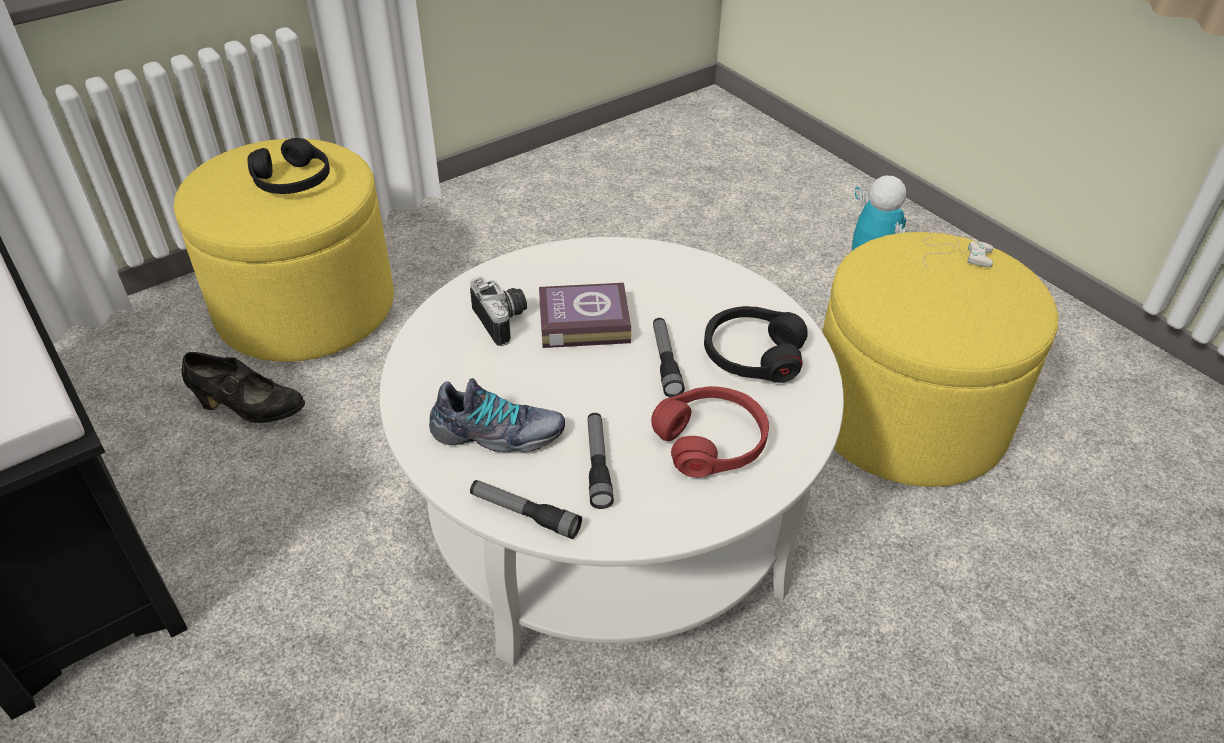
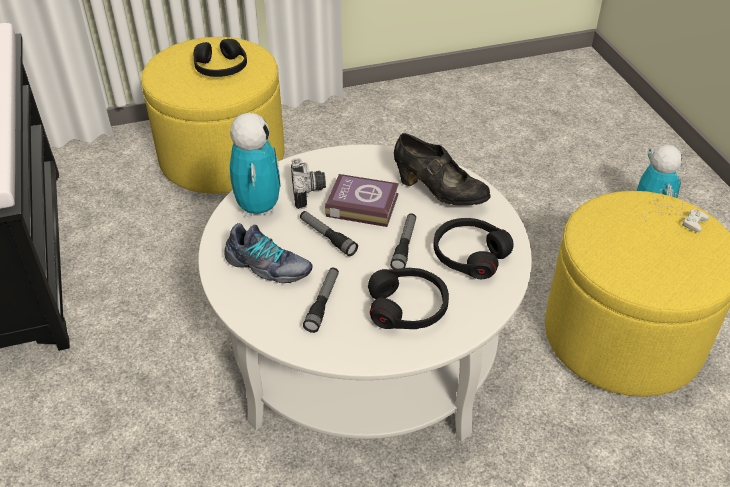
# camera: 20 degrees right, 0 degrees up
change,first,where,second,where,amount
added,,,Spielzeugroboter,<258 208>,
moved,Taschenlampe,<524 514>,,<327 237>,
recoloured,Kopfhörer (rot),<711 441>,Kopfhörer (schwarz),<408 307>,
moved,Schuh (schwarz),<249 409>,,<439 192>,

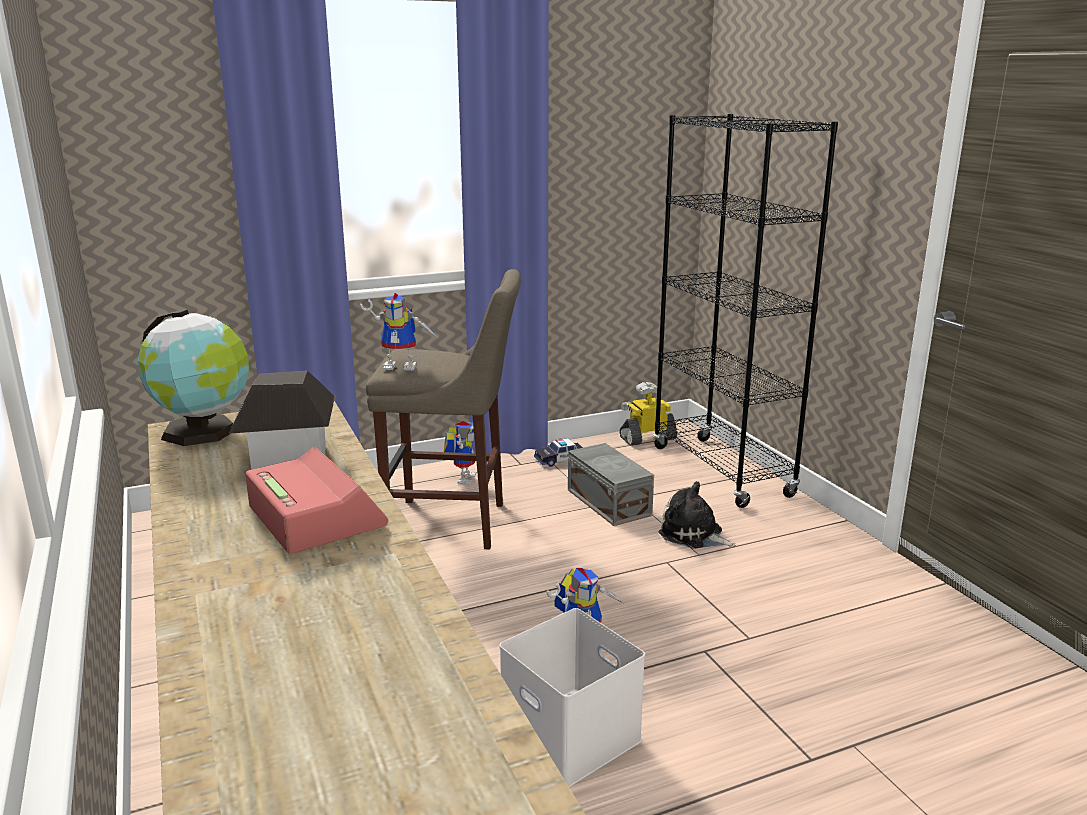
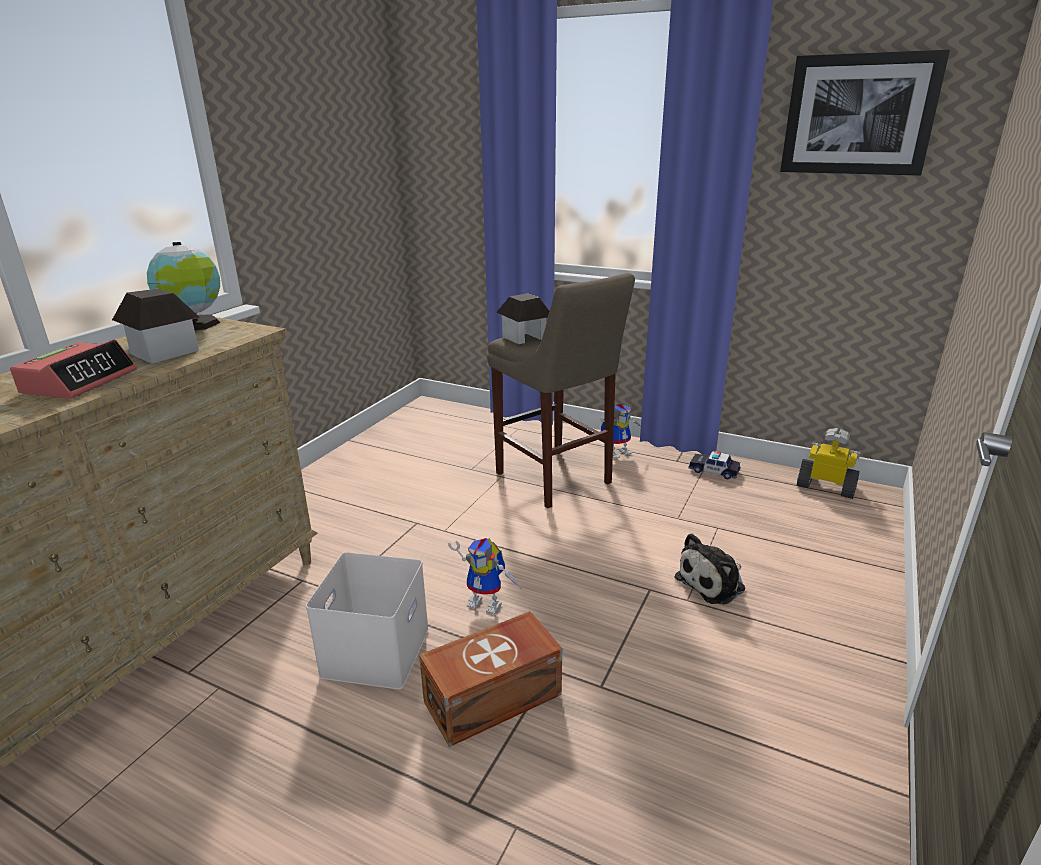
# camera: 50 degrees right, 5 degrees up
change,first,where,second,where,amount
added,,,Aufbewahrungsbox (braun),<495 698>,
replaced,Spielzeugroboter,<403 366>,Spielzeughaus,<524 337>,
turned,Plüschtier,<693 535>,,<713 583>,120 degrees counterclockwise
added,,,Bild,<858 115>,
removed,Aufbewahrungsbox (grau),<609 501>,,,
removed,Bücherregal (schwarz),<721 471>,,,

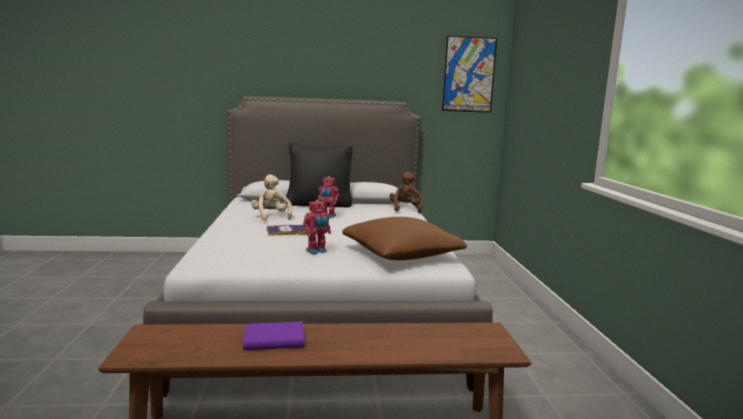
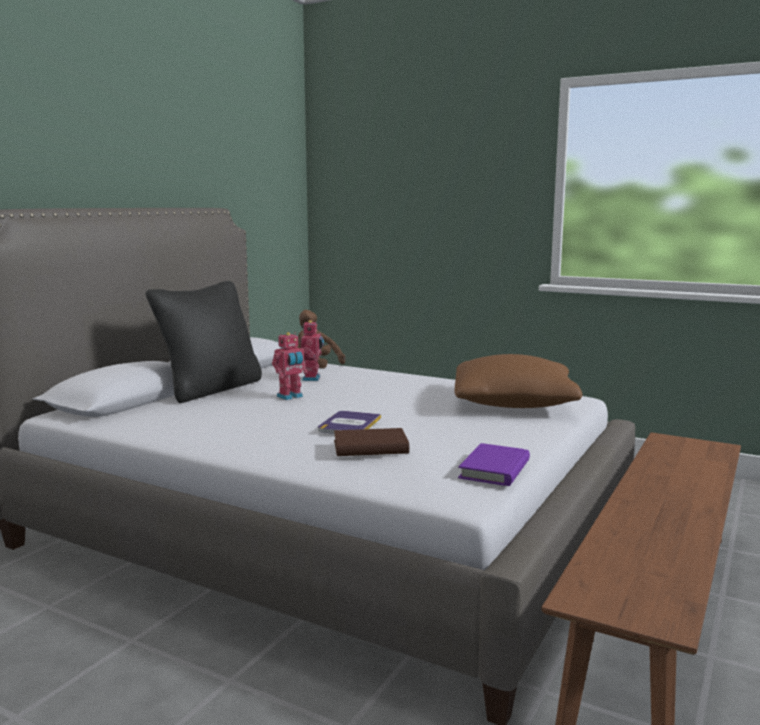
# camera: 55 degrees left, 0 degrees up
change,first,where,second,where,amount
moved,Spielzeugroboter,<317 251>,,<312 378>,
added,,,Buch (braun),<370 447>,
moved,Buch (lila),<274 340>,,<495 469>,
removed,Plüschtier (beige),<271 217>,,,
removed,Bild,<469 74>,,,

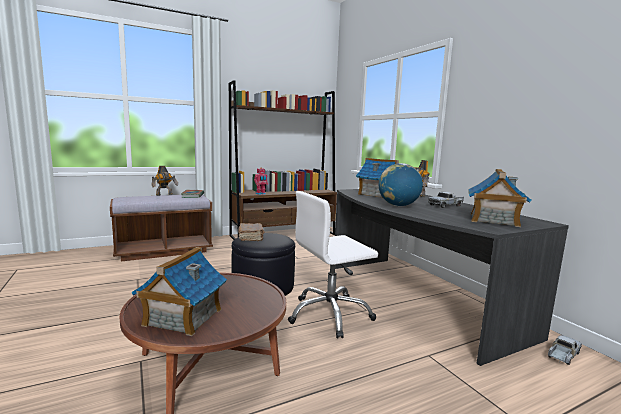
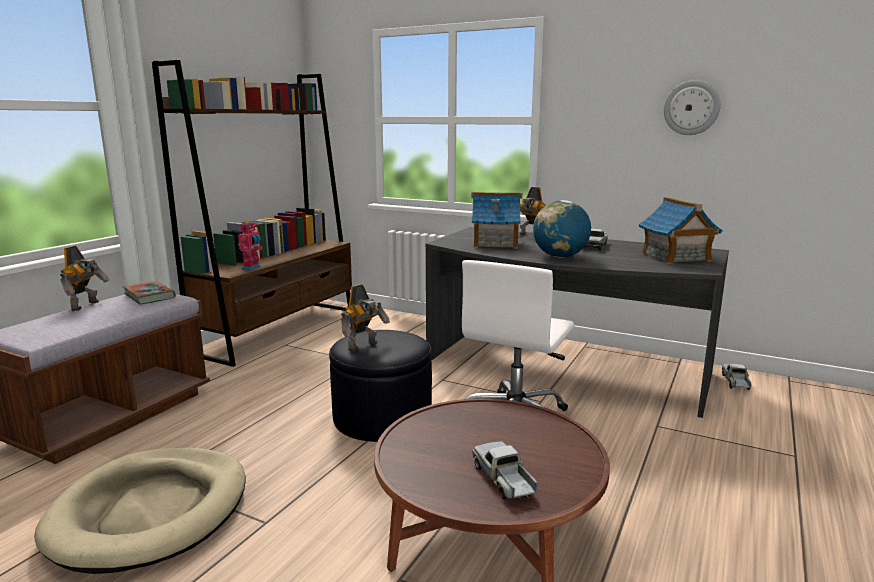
# camera: 35 degrees left, 5 degrees up
change,first,where,second,where,amount
added,,,Hundebett (beige),<151 512>,
replaced,Buch (braun),<251 238>,Spielzeugroboter,<364 346>,
replaced,Spielzeughaus,<182 317>,Spielzeuglaster,<504 480>,
added,,,Wanduhr,<691 108>,

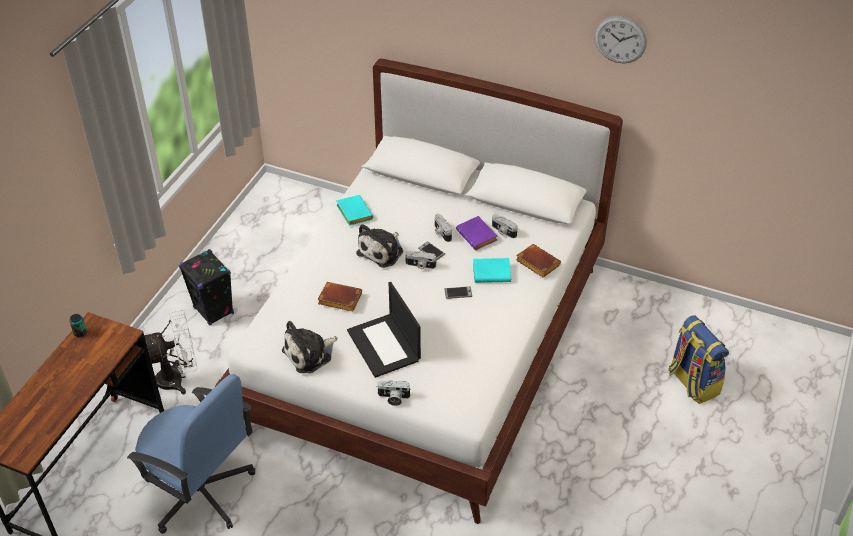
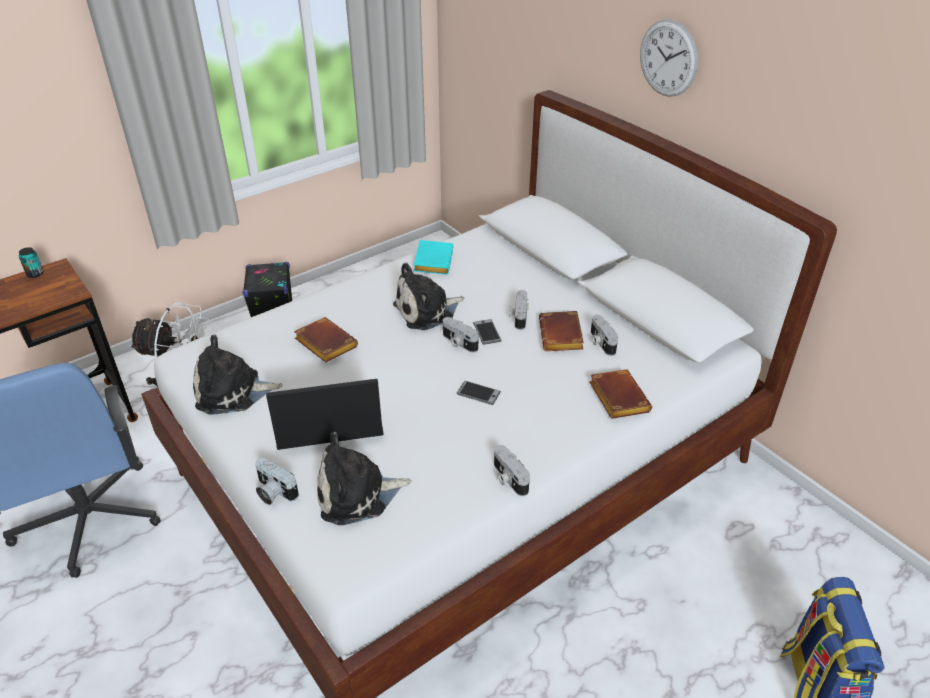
# camera: 30 degrees right, 5 degrees down
change,first,where,second,where,amount
turned,Laptop,<384 346>,,<327 420>,75 degrees clockwise
added,,,Plüschtier,<357 494>,
added,,,Kamera,<508 478>,
recoloured,Buch (lila),<478 236>,Buch (braun),<562 336>,
moved,Wanduhr,<620 39>,,<668 58>,
removed,Buch (türkis),<492 272>,,,

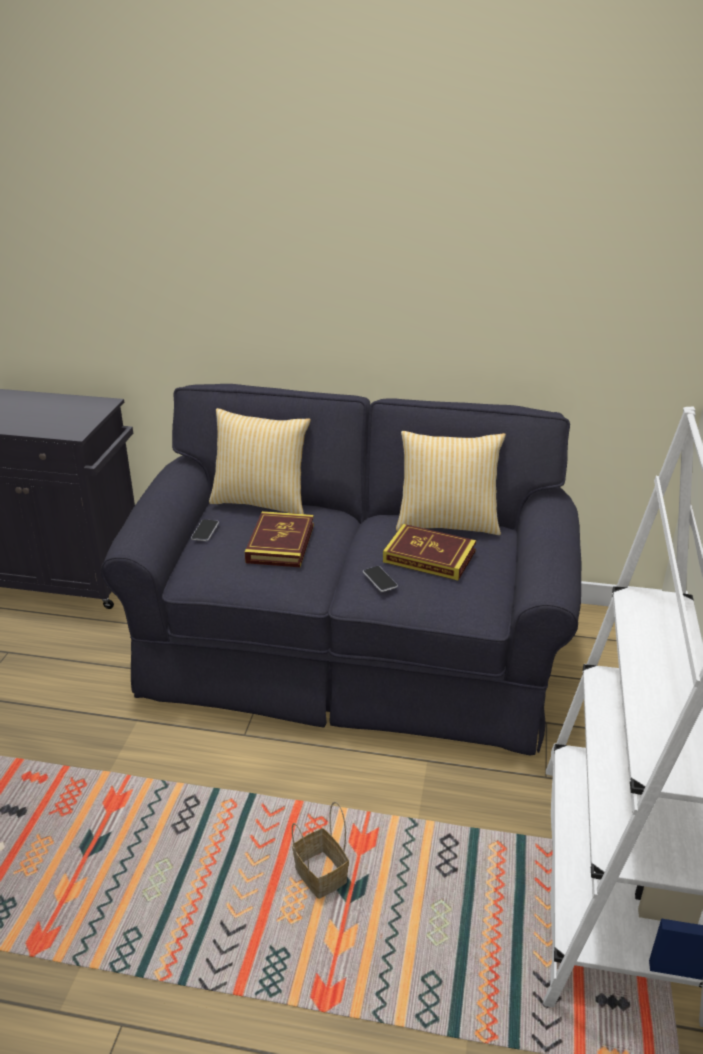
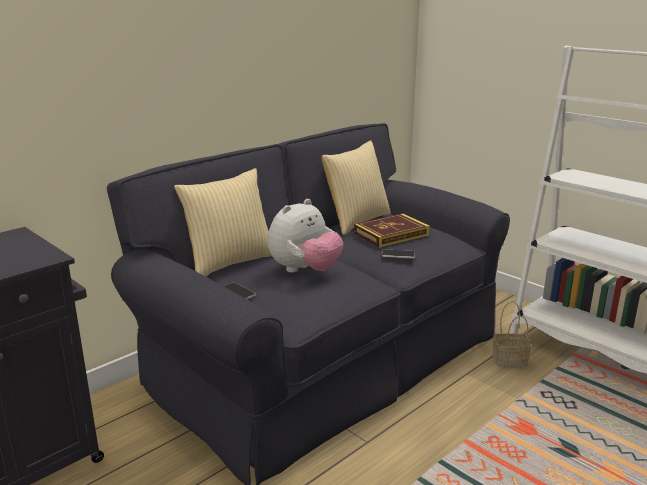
# camera: 55 degrees left, 10 degrees down
change,first,where,second,where,amount
replaced,Buch,<280 543>,Plüschtier,<305 270>,
moved,Korb,<319 875>,,<508 361>,

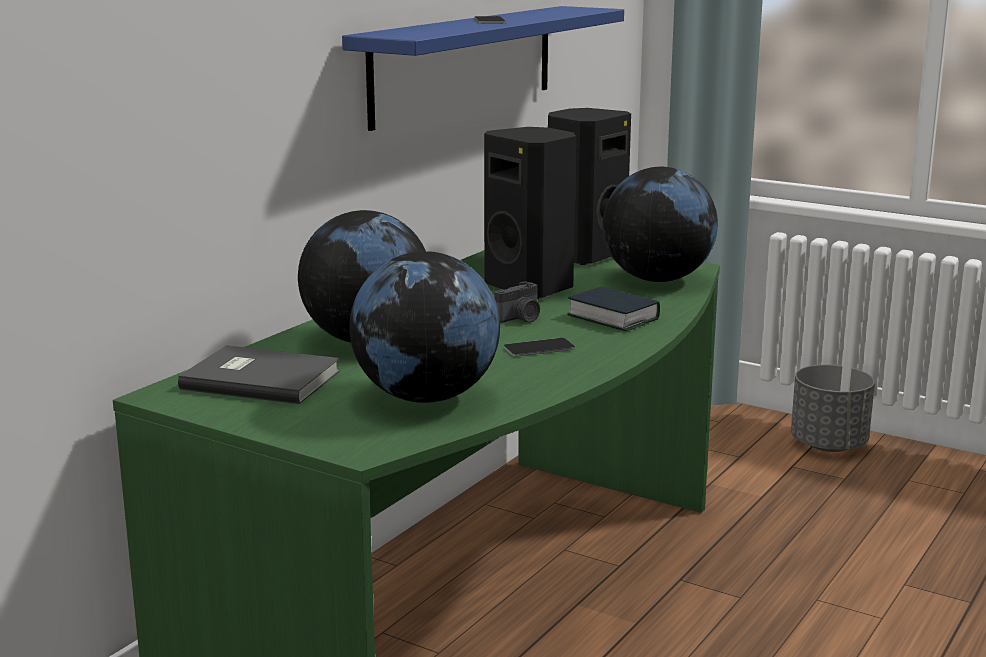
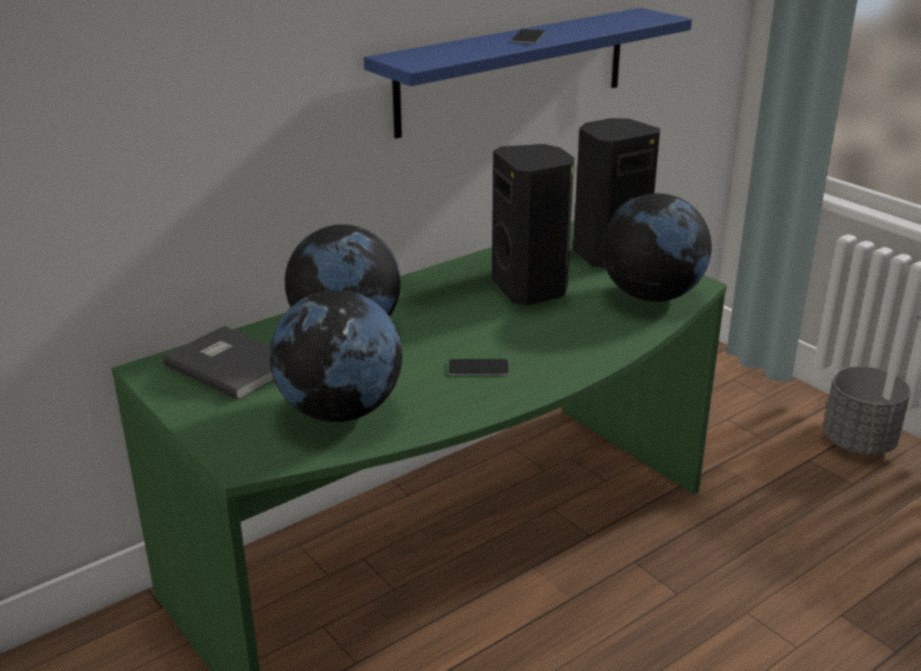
# camera: 20 degrees right, 10 degrees up
change,first,where,second,where,amount
removed,Kamera,<520 319>,,,
removed,Buch,<613 317>,,,

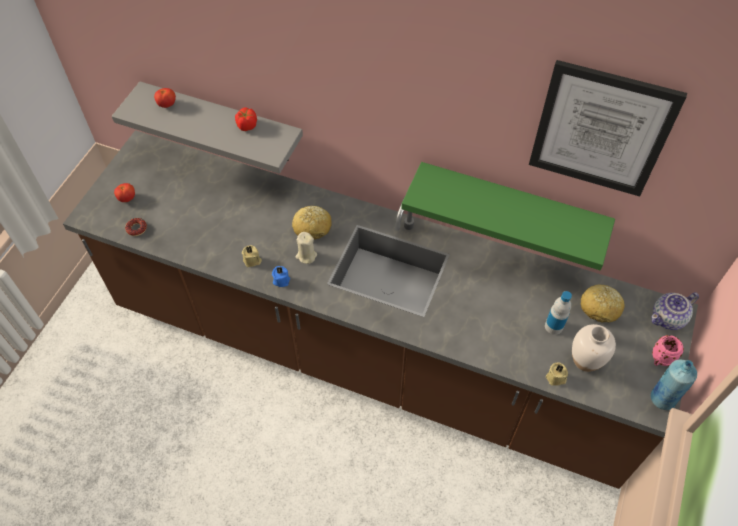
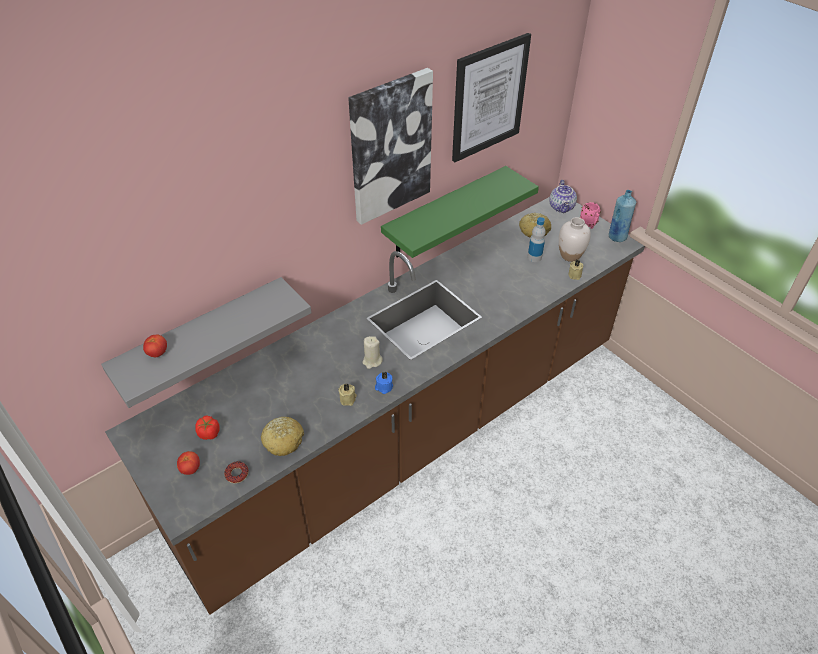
# camera: 60 degrees left, 10 degrees down
change,first,where,second,where,amount
moved,Tomate,<247 125>,,<209 433>,
moved,Brot,<312 227>,,<283 440>,
added,,,Bild,<390 147>,

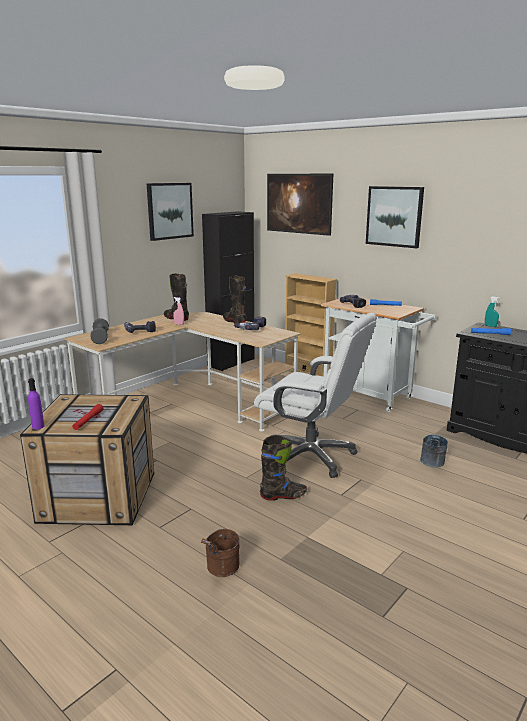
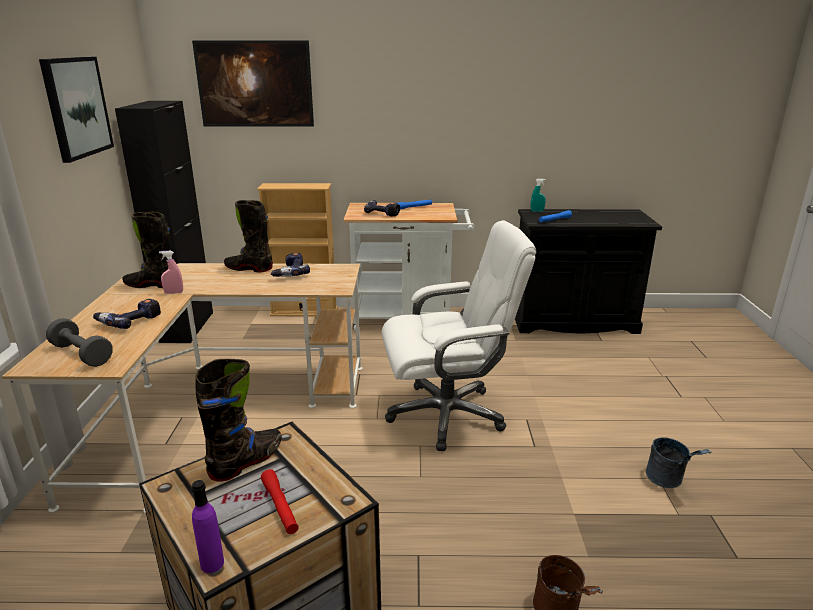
# camera: 40 degrees left, 5 degrees up
change,first,where,second,where,amount
moved,Stiefel (schwarz),<283 496>,,<247 461>,
moved,Eimer (grau),<432 463>,,<668 481>,
removed,Bild,<394 216>,,,

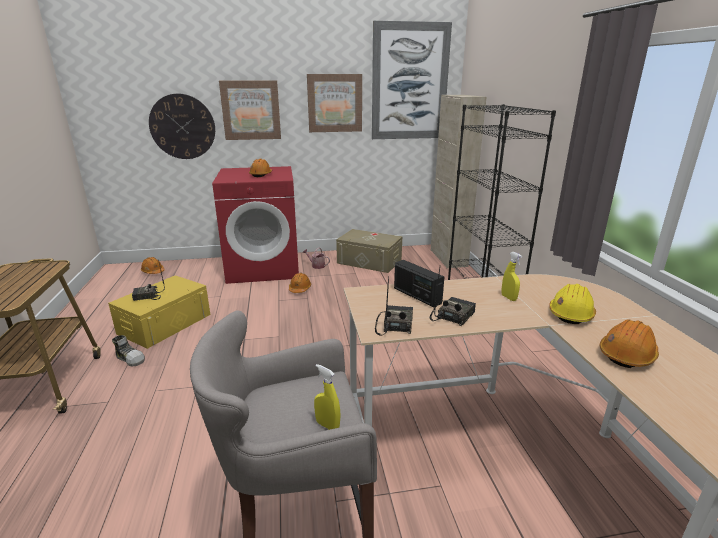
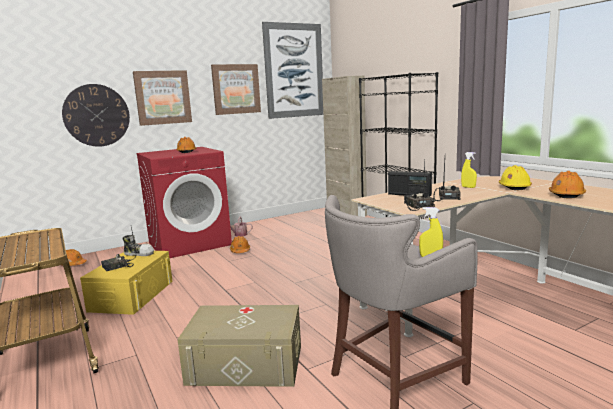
# camera: 20 degrees left, 10 degrees down
change,first,where,second,where,amount
moved,Schuh,<130 358>,,<139 253>,
moved,Aufbewahrungsbox (beige),<369 261>,,<246 364>,

